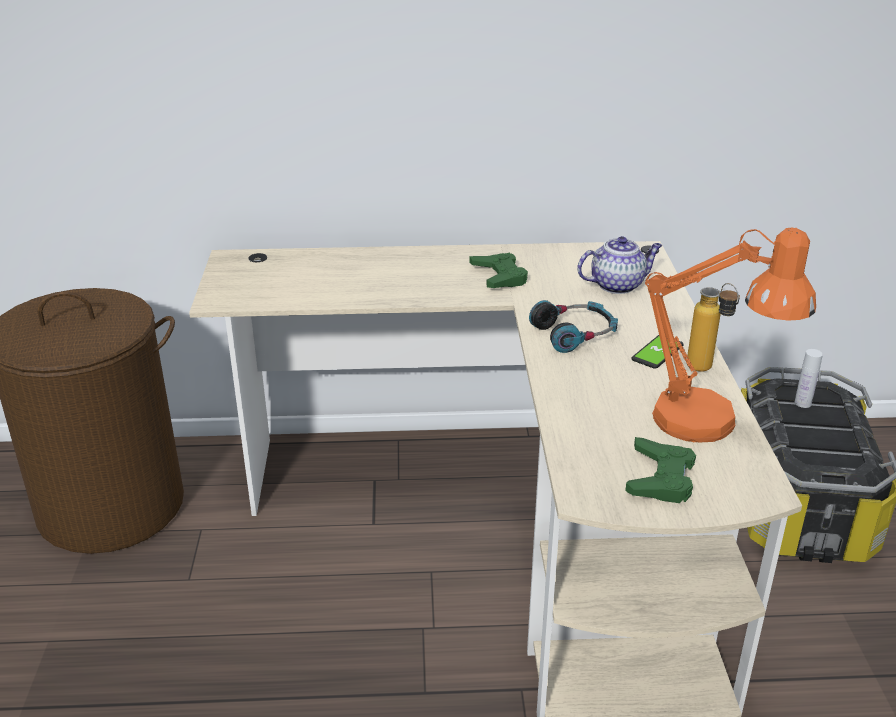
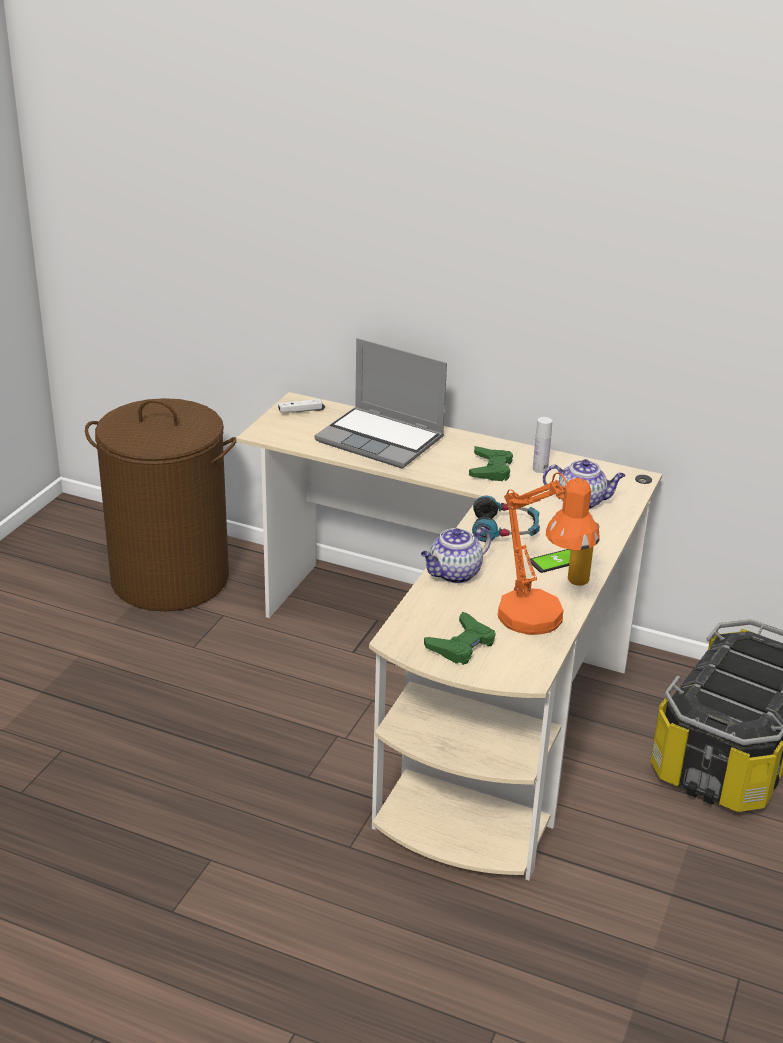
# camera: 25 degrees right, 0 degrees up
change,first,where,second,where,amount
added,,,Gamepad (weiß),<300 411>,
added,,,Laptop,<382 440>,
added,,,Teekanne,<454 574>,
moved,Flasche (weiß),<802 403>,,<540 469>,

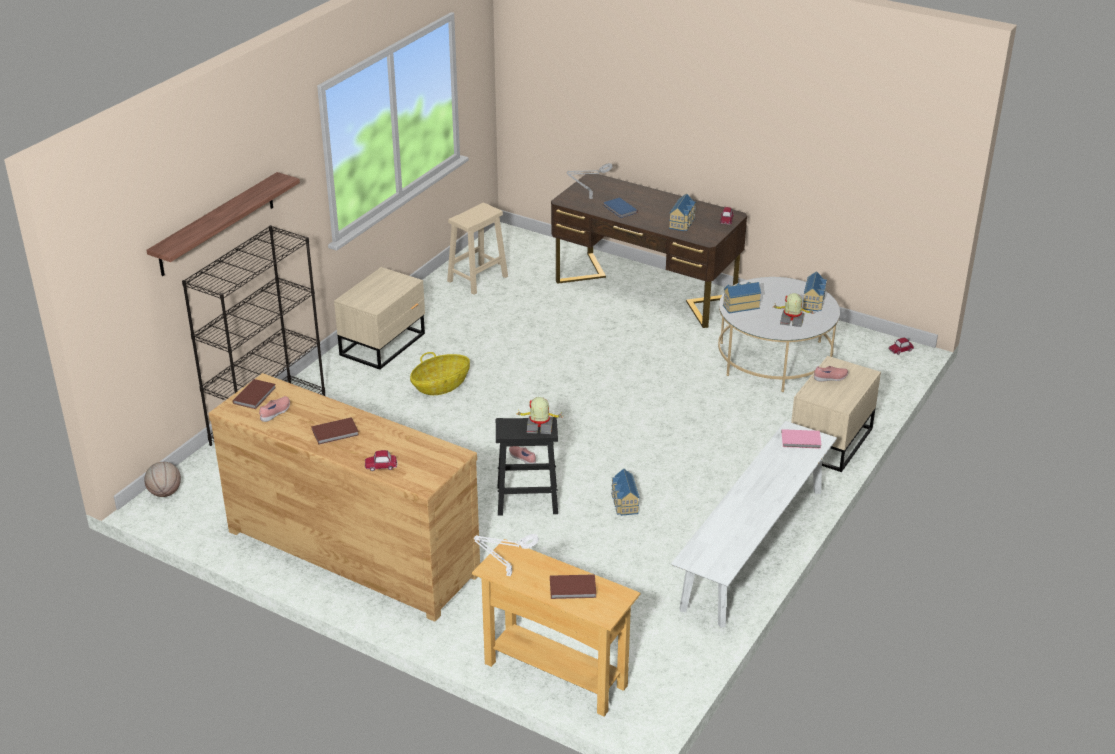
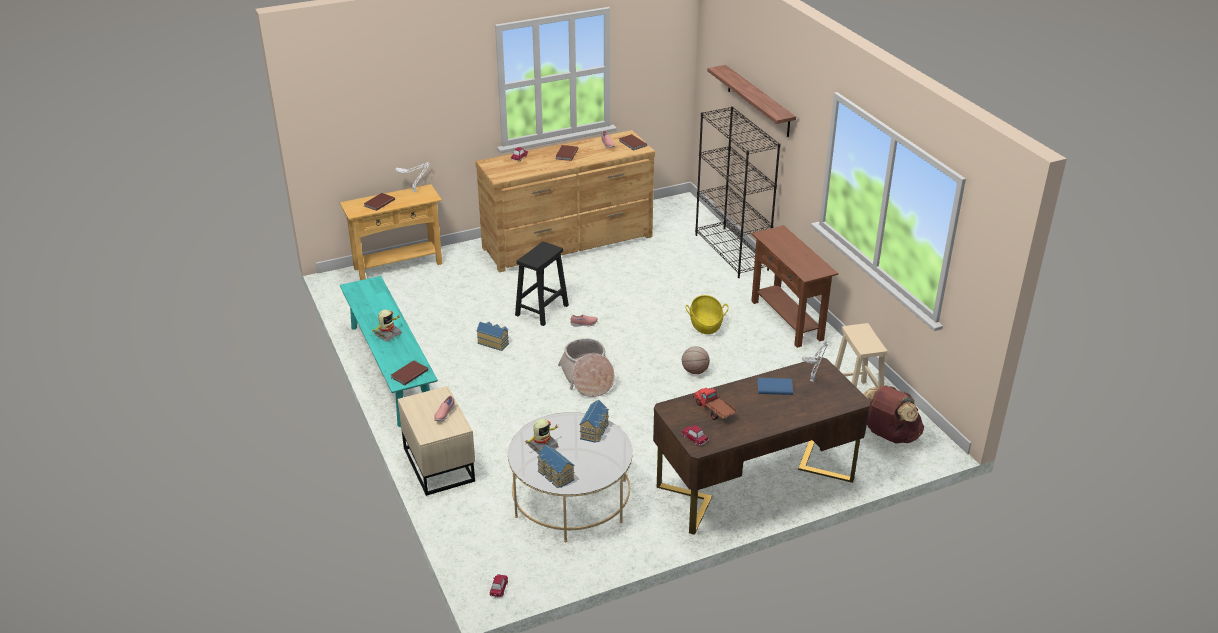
# camera: 125 degrees right, 0 degrees up
change,first,where,second,where,amount
recoloured,Bank (weiß),<753 548>,Bank (türkis),<391 370>,
moved,Spielzeugroboter,<539 427>,,<387 334>,
recoloured,Buch (rosa),<801 441>,Buch (braun),<408 374>,
added,,,Korb,<587 378>,
moved,Basketball,<165 493>,,<695 371>,
replaced,Spielzeughaus,<683 223>,Spielzeuglaster,<714 410>,
replaced,Nachttisch (beige),<384 344>,Konsolentisch (braun),<786 320>,
added,,,Rucksack (braun),<888 436>,

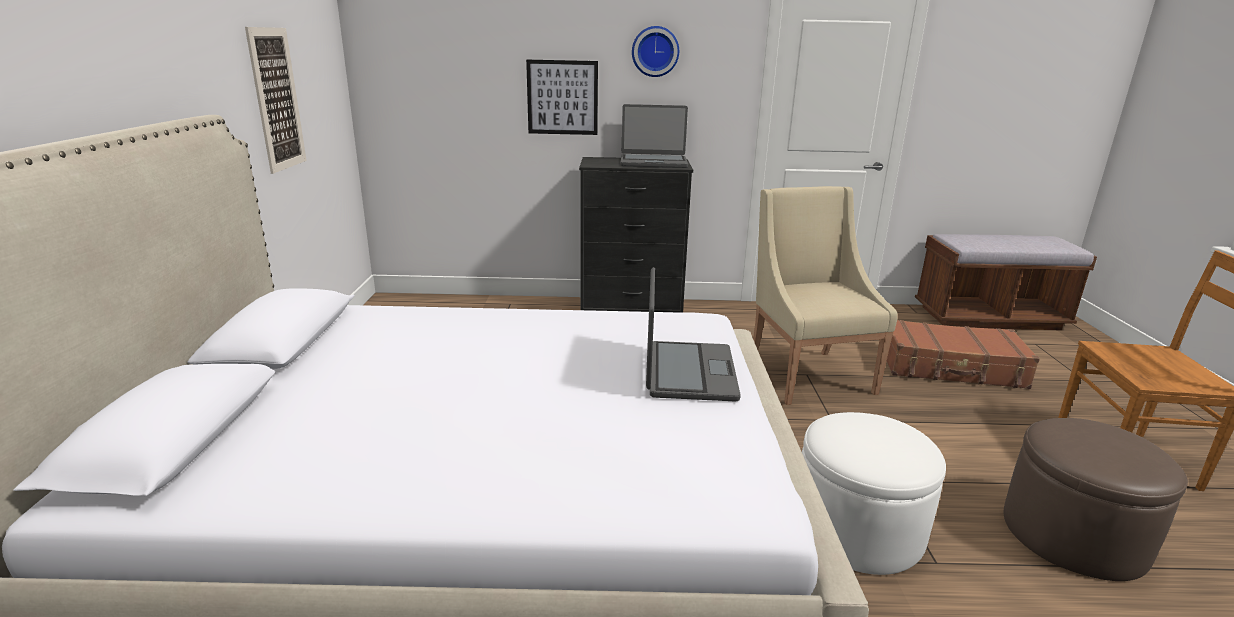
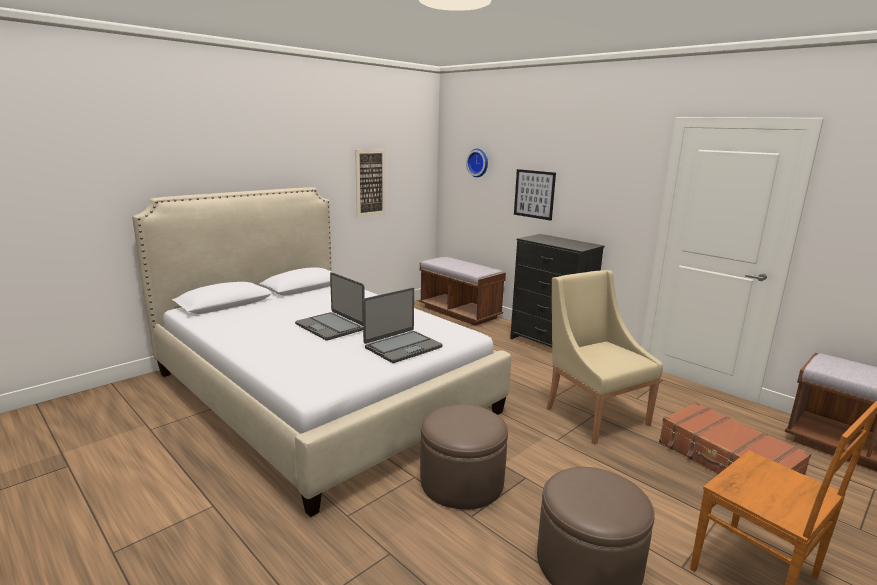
# camera: 45 degrees right, 5 degrees down
change,first,where,second,where,amount
moved,Laptop,<653 162>,,<330 327>,
added,,,Bank (braun),<459 312>,
recoloured,Polsterhocker (weiß),<857 528>,Polsterhocker (braun),<461 482>,
moved,Wanduhr,<655 51>,,<478 162>,
turned,Sessel (beige),<806 374>,,<593 415>,60 degrees counterclockwise

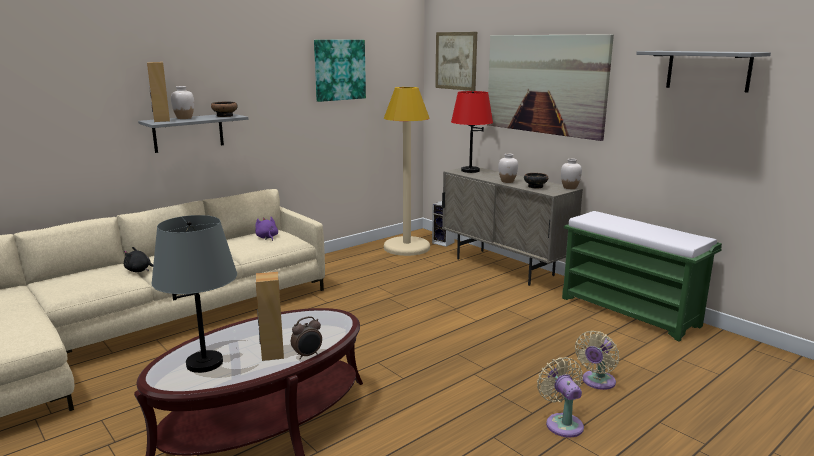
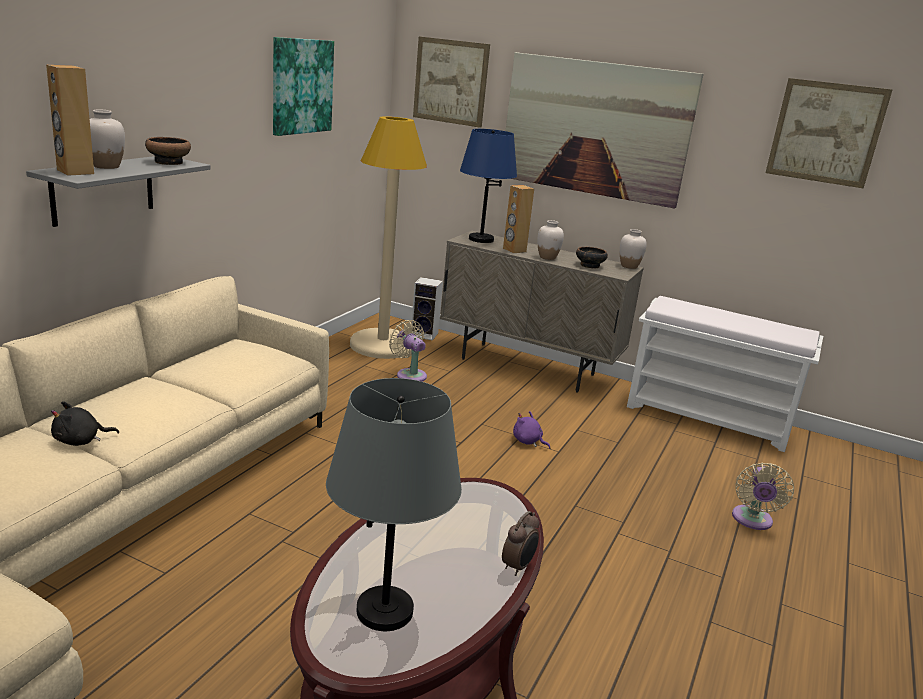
# camera: 25 degrees left, 5 degrees up
change,first,where,second,where,amount
moved,Ventilator (beige),<562 423>,,<409 374>,
recoloured,Tischlampe (rot),<470 171>,Tischlampe (blau),<481 239>,
moved,Lautsprecher (braun),<272 354>,,<514 250>,
moved,Plüschtier (lila),<267 237>,,<528 441>,
recoloured,Bank (grün),<630 311>,Bank (weiß),<709 418>,
replaced,Wandregal (grau),<708 70>,Bild,<826 133>,

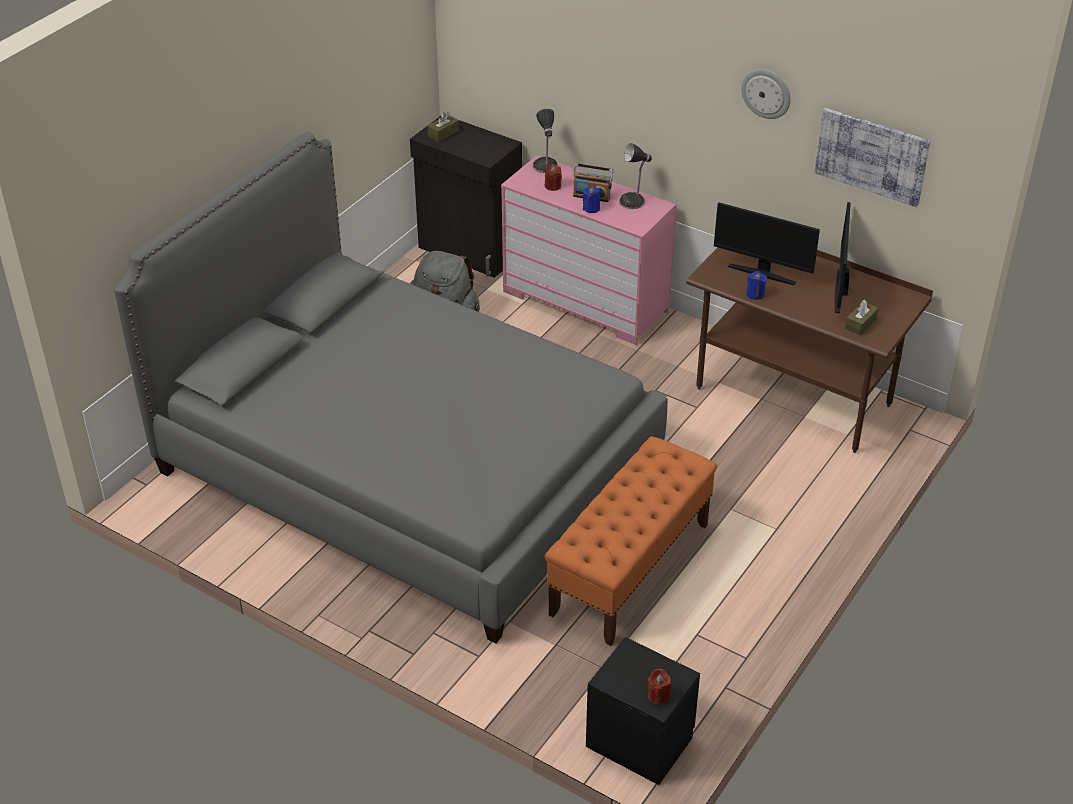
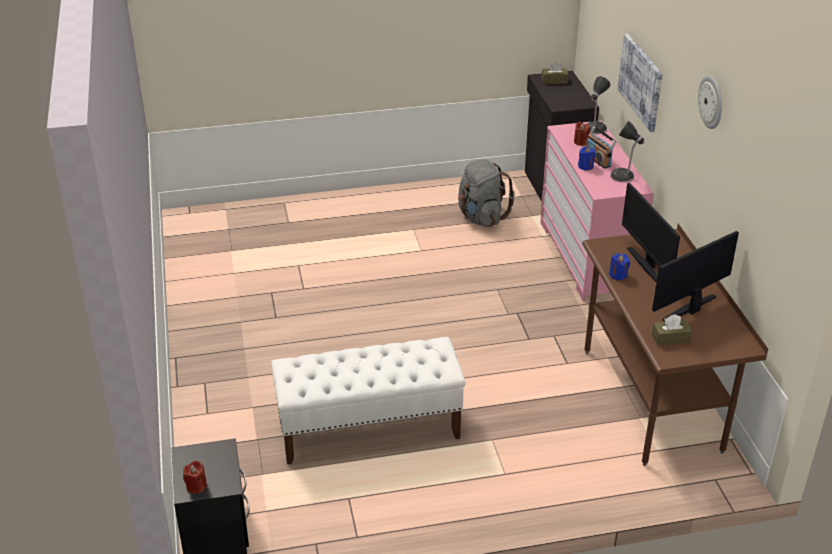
# camera: 45 degrees right, 5 degrees down
change,first,where,second,where,amount
recoloured,Bank (orange),<630 568>,Bank (weiß),<369 429>,
moved,Bild,<872 156>,,<641 81>,
removed,Bett (grau),<407 465>,,,

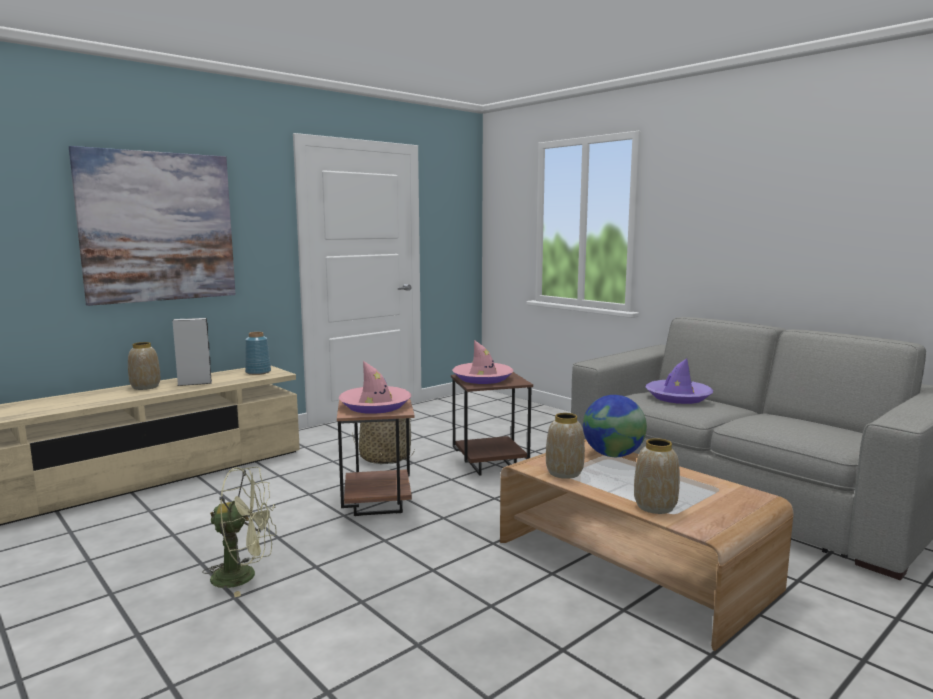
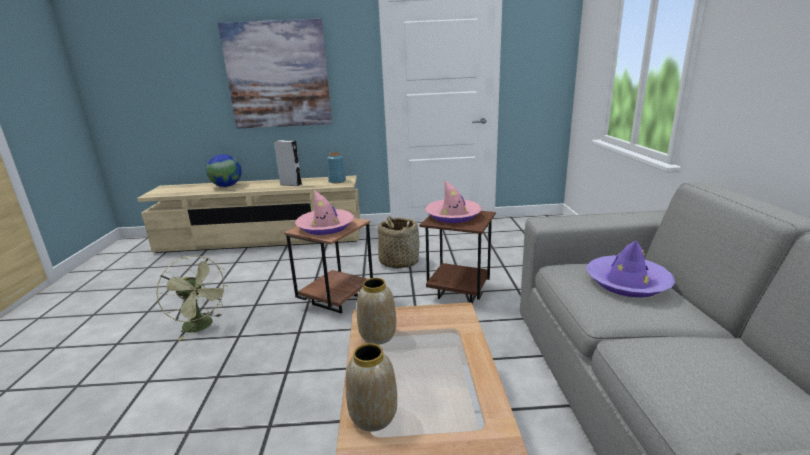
# camera: 40 degrees right, 10 degrees up
change,first,where,second,where,amount
moved,Globus,<613 455>,,<227 186>,
removed,Vase,<146 387>,,,

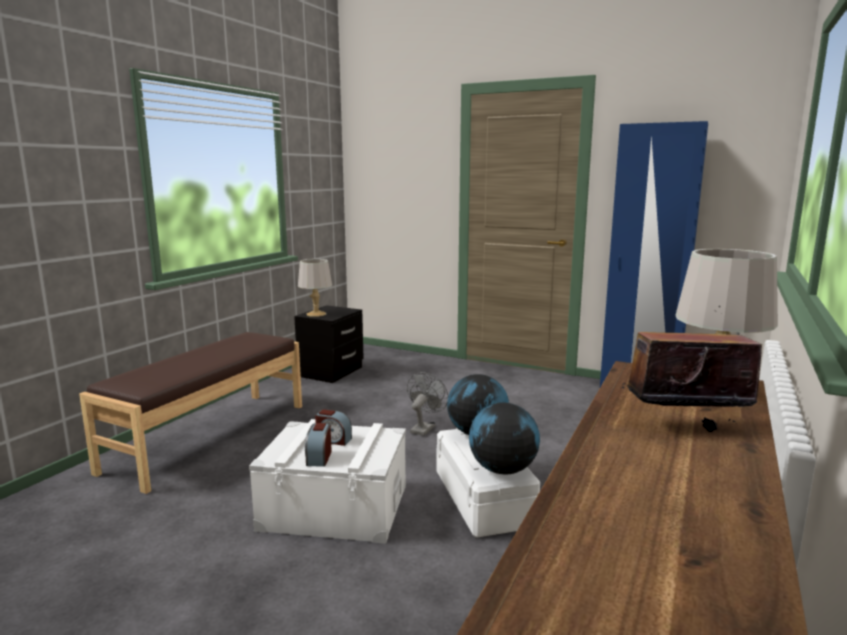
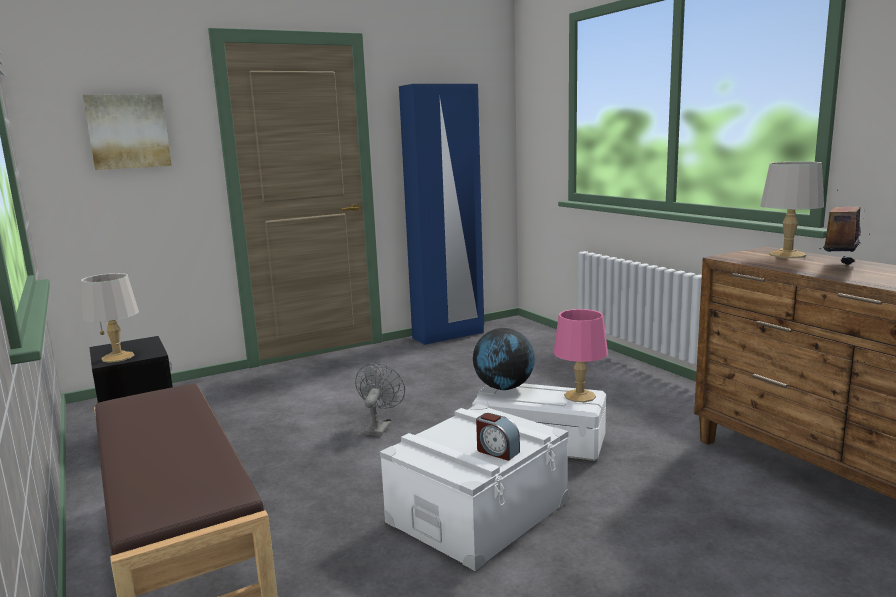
# camera: 55 degrees left, 0 degrees up
change,first,where,second,where,amount
added,,,Bild,<128 131>,
turned,Ventilator (grau),<424 428>,,<379 427>,45 degrees clockwise
replaced,Globus,<502 470>,Tischlampe (rosa),<579 396>,
removed,Wecker,<333 440>,,,

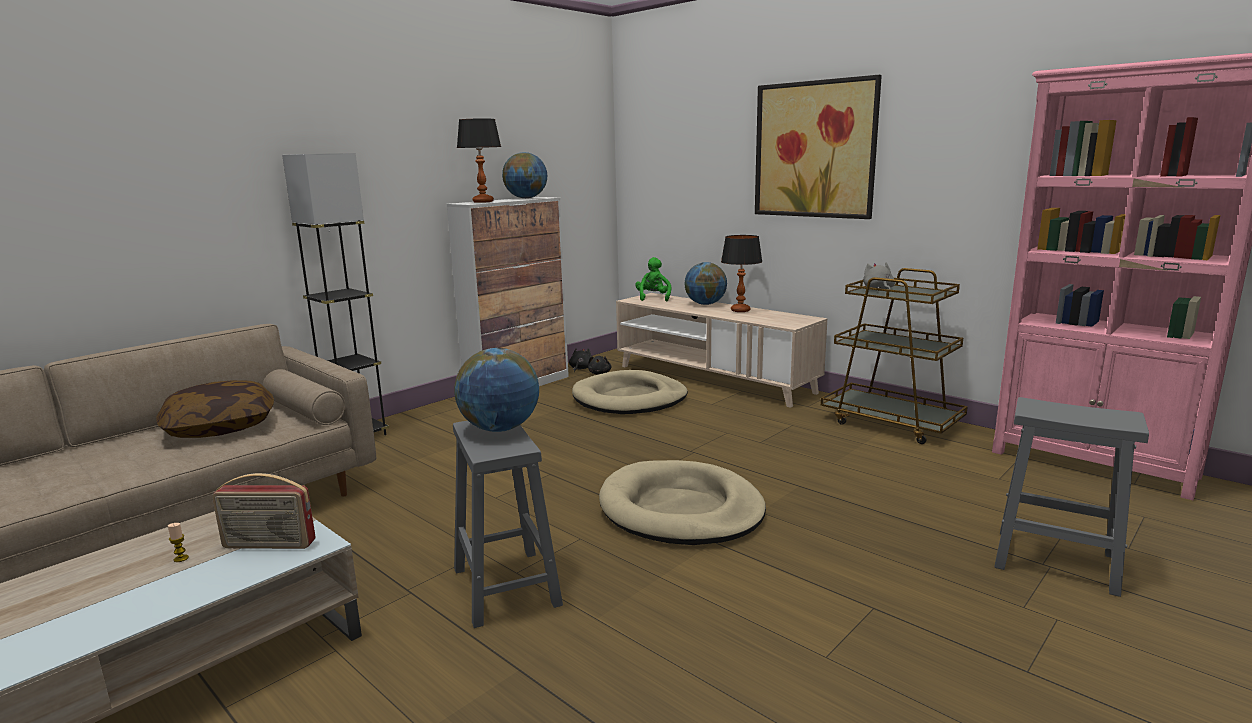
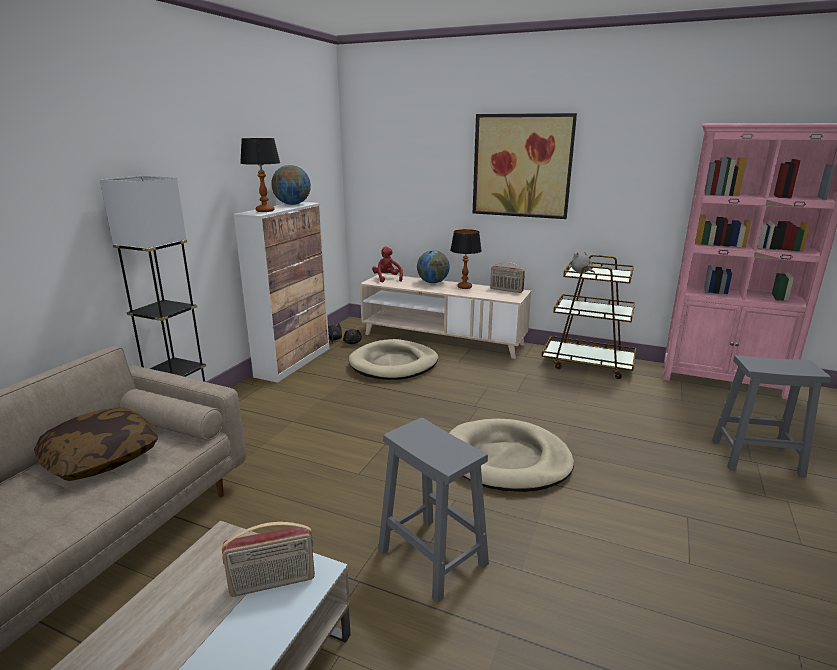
# camera: 20 degrees left, 5 degrees up
change,first,where,second,where,amount
recoloured,Plüschtier (grün),<653 298>,Plüschtier (rot),<387 279>,
added,,,Radio,<506 290>,
removed,Kerze,<181 558>,,,
removed,Globus,<500 428>,,,

